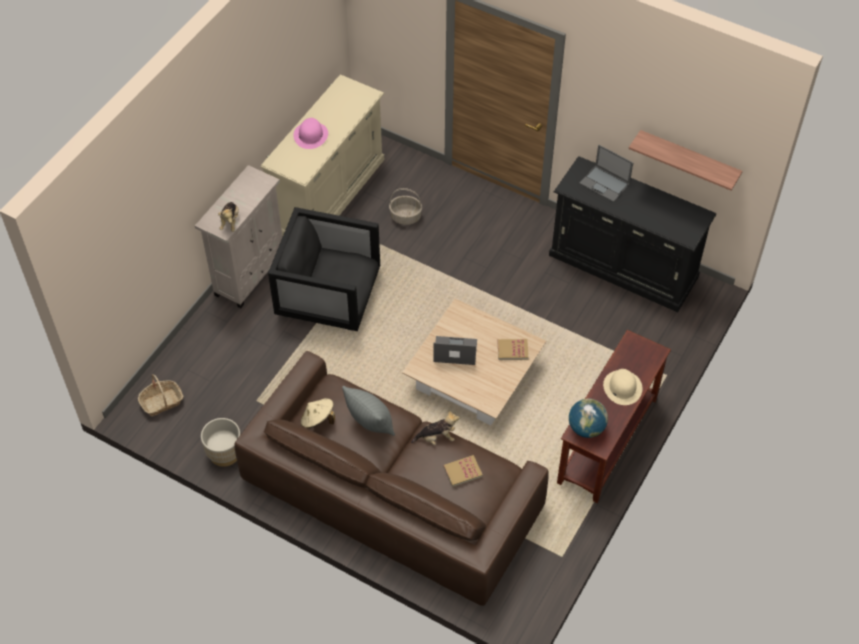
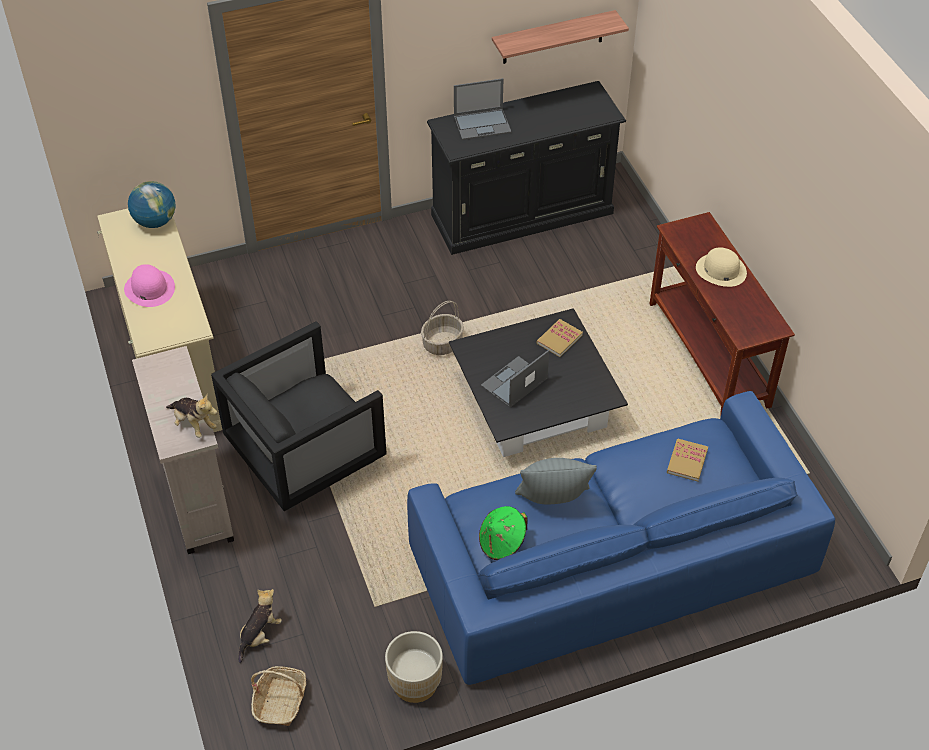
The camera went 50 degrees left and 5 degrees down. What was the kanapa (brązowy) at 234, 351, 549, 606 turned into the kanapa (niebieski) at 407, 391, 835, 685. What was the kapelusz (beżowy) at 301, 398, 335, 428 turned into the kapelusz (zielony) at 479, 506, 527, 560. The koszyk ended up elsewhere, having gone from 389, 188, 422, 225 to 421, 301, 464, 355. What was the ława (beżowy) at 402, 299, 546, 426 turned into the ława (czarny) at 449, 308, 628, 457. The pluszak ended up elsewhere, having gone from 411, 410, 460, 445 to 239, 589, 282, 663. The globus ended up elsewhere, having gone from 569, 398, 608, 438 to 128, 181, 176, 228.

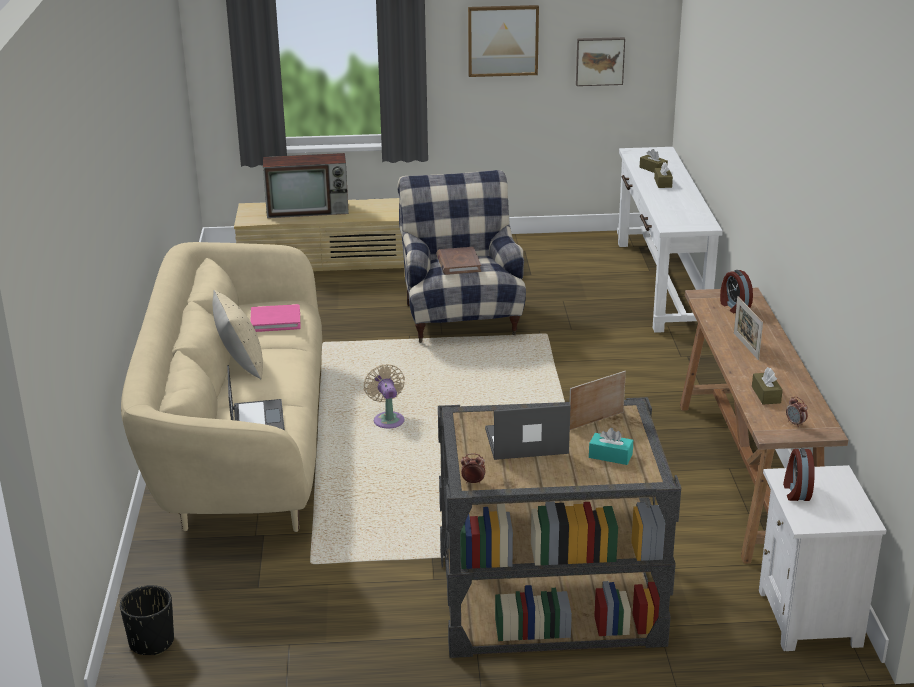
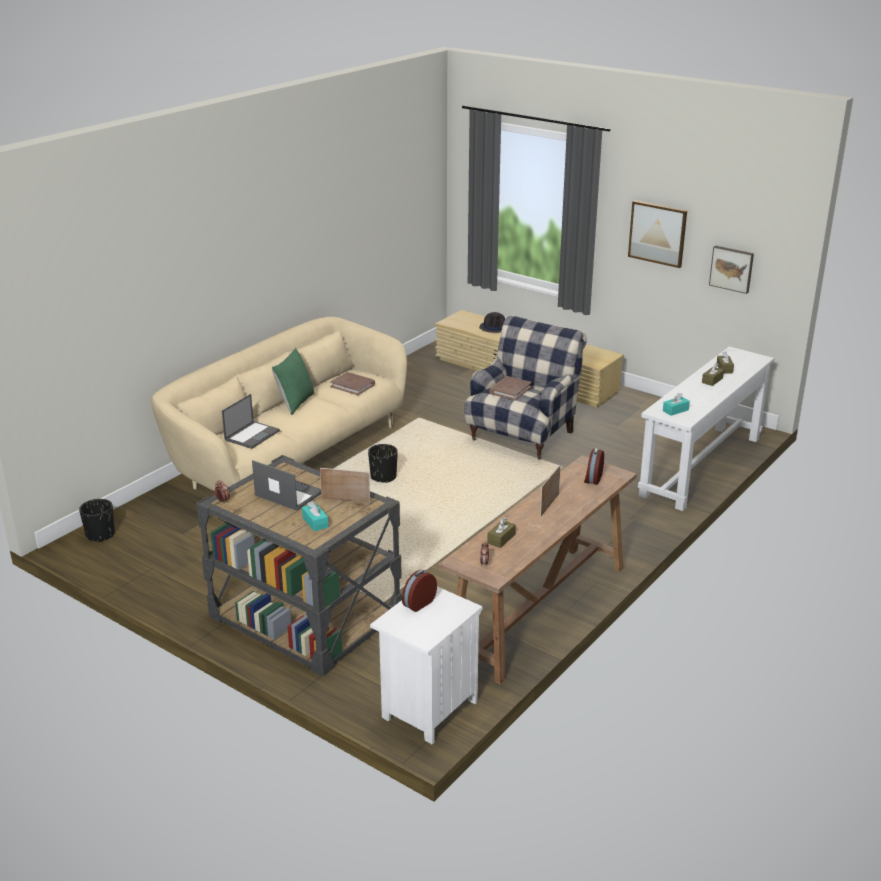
The camera went 40 degrees right and 0 degrees up. What was the poduszka (beżowy) at 213, 290, 263, 379 turned into the poduszka (zielony) at 272, 348, 314, 415. What was the książka (różowy) at 250, 304, 301, 332 turned into the książka (brązowy) at 330, 372, 375, 395. Where the telewizor stood at 263, 153, 349, 218, the kapelusz (czarny) came to stand at 479, 312, 505, 333. Where the wentylator (beżowy) stood at 364, 364, 405, 428, the donica (czarny) came to stand at 368, 444, 398, 483. The second view gained the pudełko chusteczek (turkusowy) at 663, 393, 690, 416.

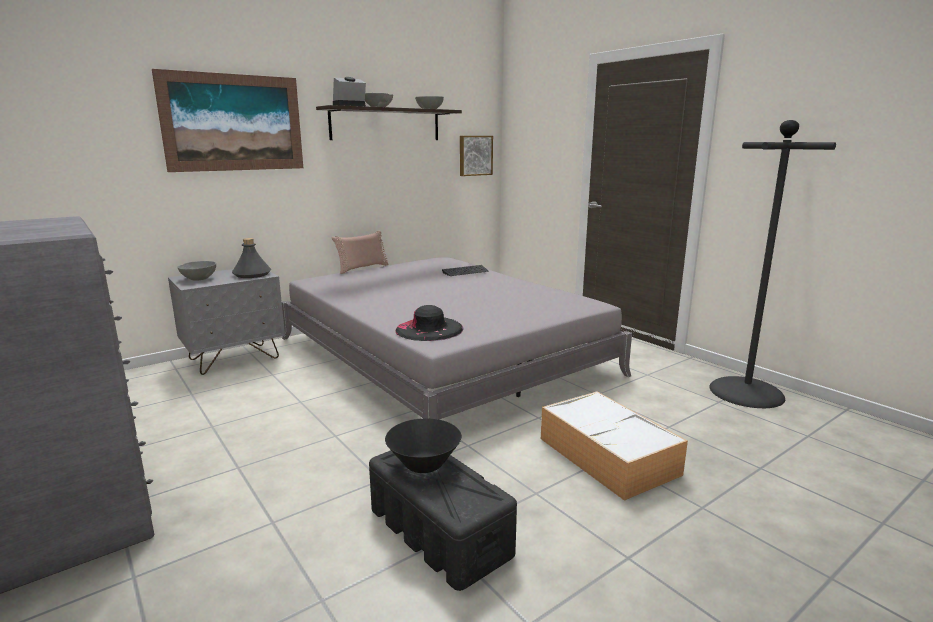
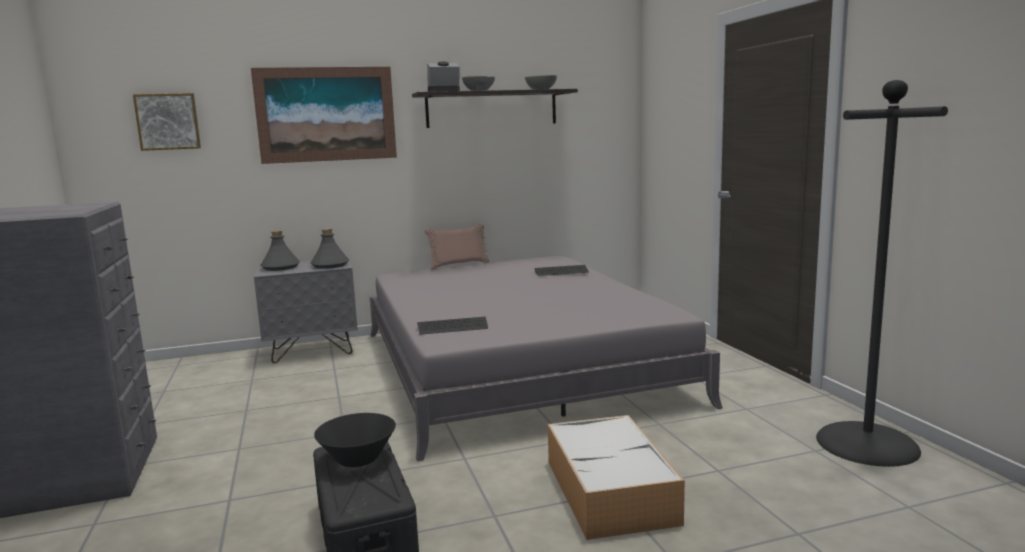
The camera went 20 degrees right and 5 degrees down. Where the miska (szary) stood at 177, 261, 216, 281, the butelka (szary) came to stand at 260, 230, 300, 271. Where the kapelusz (czarny) stood at 395, 305, 464, 341, the klawiatura came to stand at 417, 317, 488, 335. The obraz ended up elsewhere, having gone from 460, 136, 493, 176 to 133, 93, 201, 151.

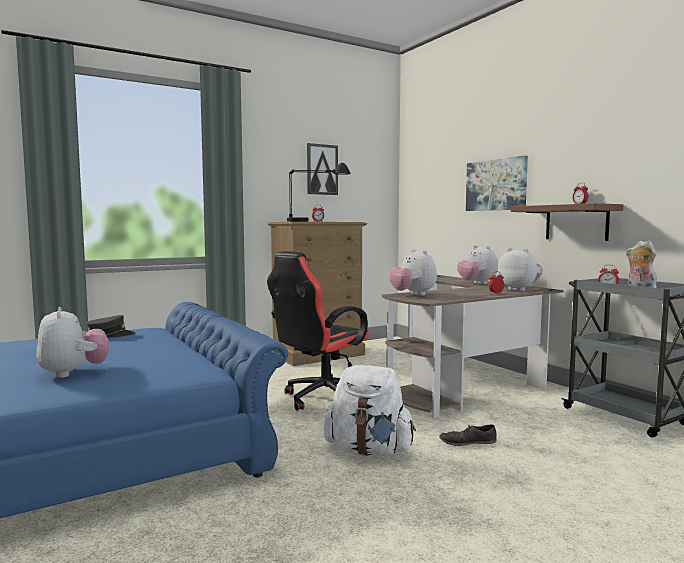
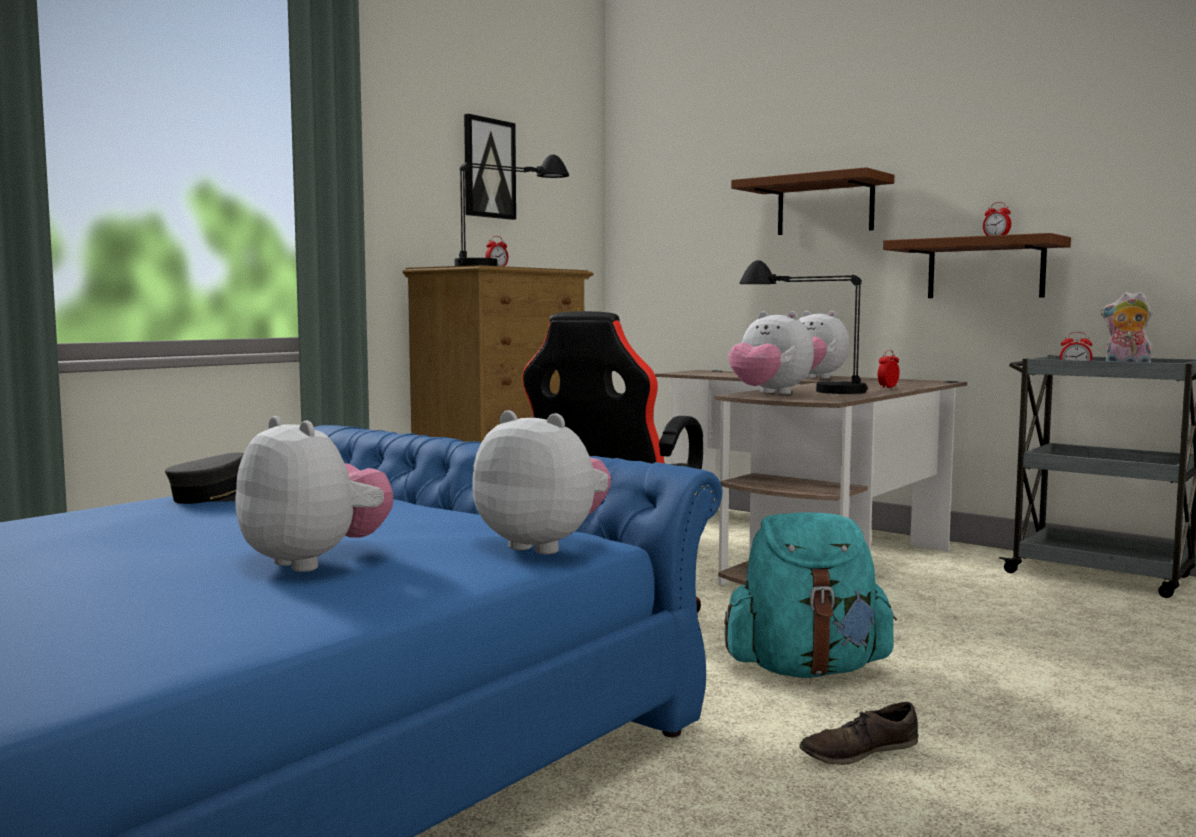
The camera went 20 degrees left and 0 degrees up. What was the plecak (biały) at 324, 365, 416, 456 turned into the plecak (turkusowy) at 724, 512, 897, 678. The but (brązowy) ended up elsewhere, having gone from 439, 424, 497, 446 to 799, 702, 919, 765. Where the obraz hung at 466, 156, 528, 211, the półka (brązowy) came to hang at 731, 167, 894, 235. The pluszak ended up elsewhere, having gone from 498, 248, 543, 291 to 472, 410, 611, 554. The second view gained the lampa stołowa (czarny) at 739, 260, 868, 394.

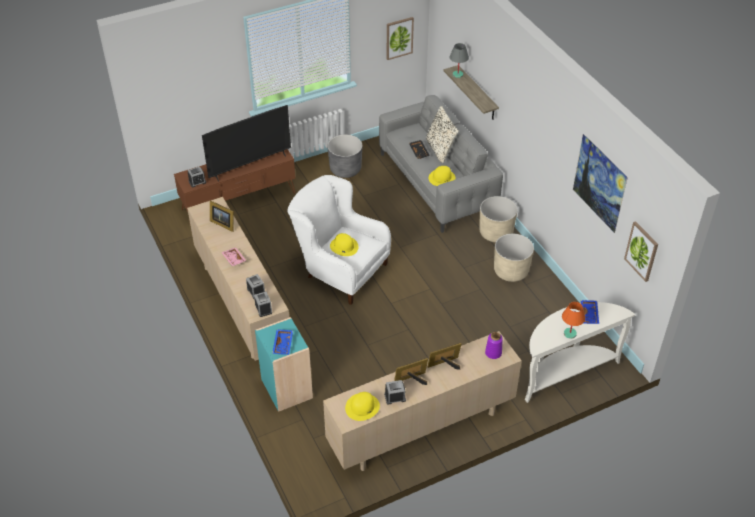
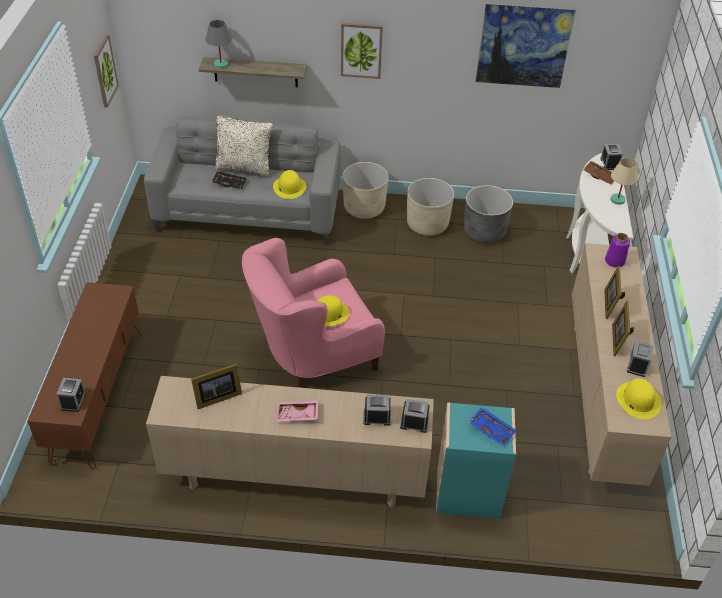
The camera went 60 degrees left and 0 degrees up. The second view lost the telewizor at 202, 105, 291, 182. What was the fotel (biały) at 287, 175, 391, 305 turned into the fotel (różowy) at 242, 238, 385, 388. The donica (szary) ended up elsewhere, having gone from 327, 135, 362, 178 to 464, 185, 513, 244. What was the lampa stołowa (pomarańczowy) at 562, 302, 585, 339 turned into the lampa stołowa (beżowy) at 611, 158, 638, 205. What was the taca (niebieski) at 581, 300, 599, 324 turned into the taca (brązowy) at 583, 161, 614, 185. The obraz ended up elsewhere, having gone from 624, 221, 658, 282 to 341, 23, 383, 79. The second view gained the budzik at 600, 144, 623, 170.

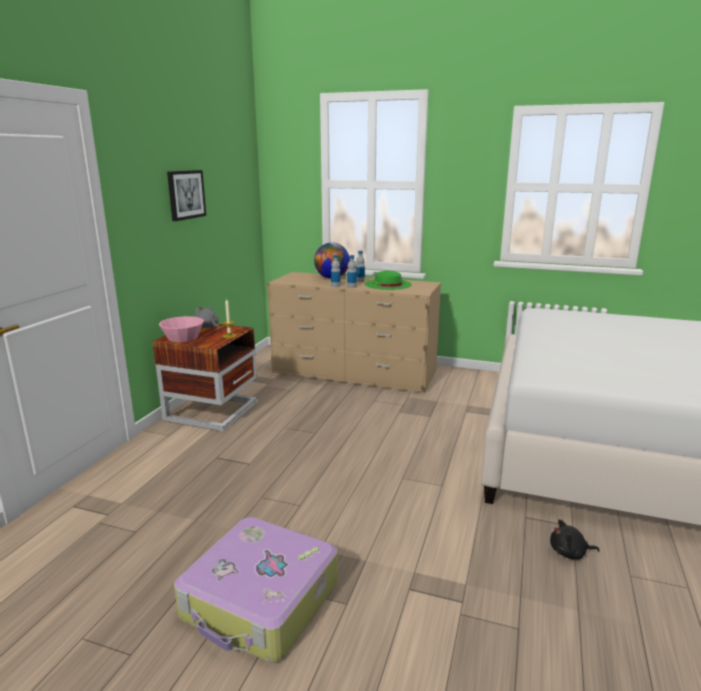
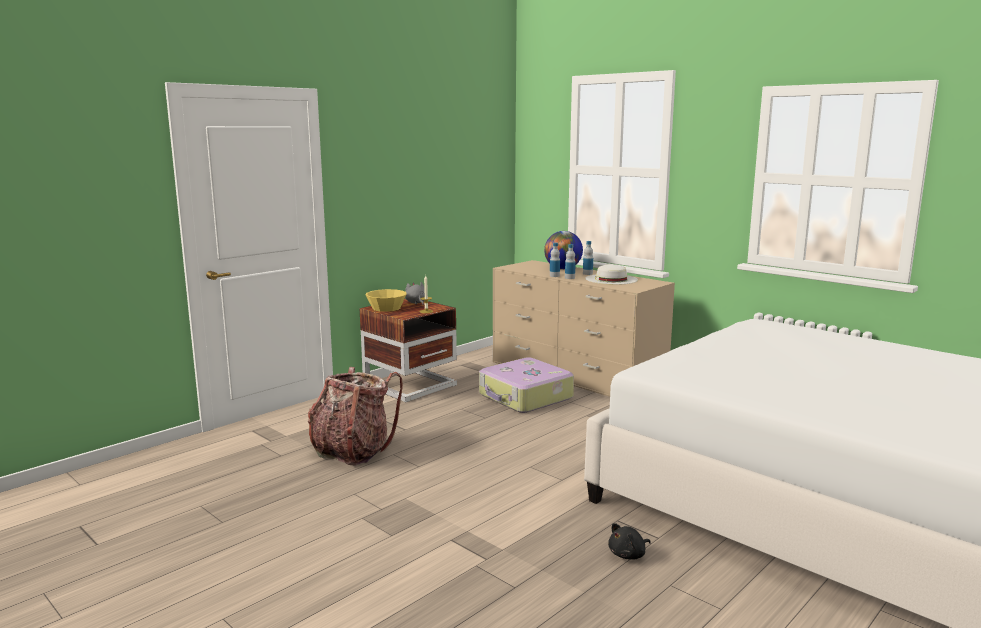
The camera went 25 degrees right and 5 degrees down. What was the miska (różowy) at 158, 316, 204, 342 turned into the miska (żółty) at 366, 289, 406, 312. The second view lost the obraz at 167, 170, 206, 221. The walizka ended up elsewhere, having gone from 174, 517, 338, 663 to 479, 357, 574, 413. What was the kapelusz (zielony) at 365, 271, 412, 290 turned into the kapelusz (biały) at 585, 265, 638, 285. The pluszak (czarny) at 550, 519, 600, 560 ended up facing another way, 60 degrees counterclockwise from before. The second view gained the plecak at 308, 367, 403, 466.

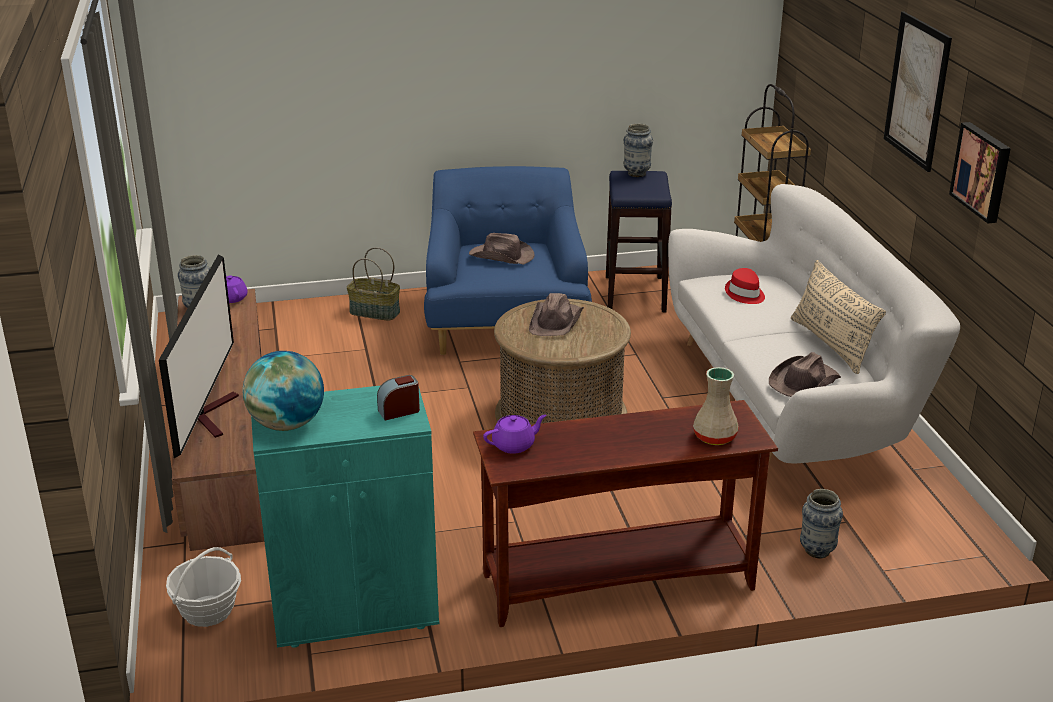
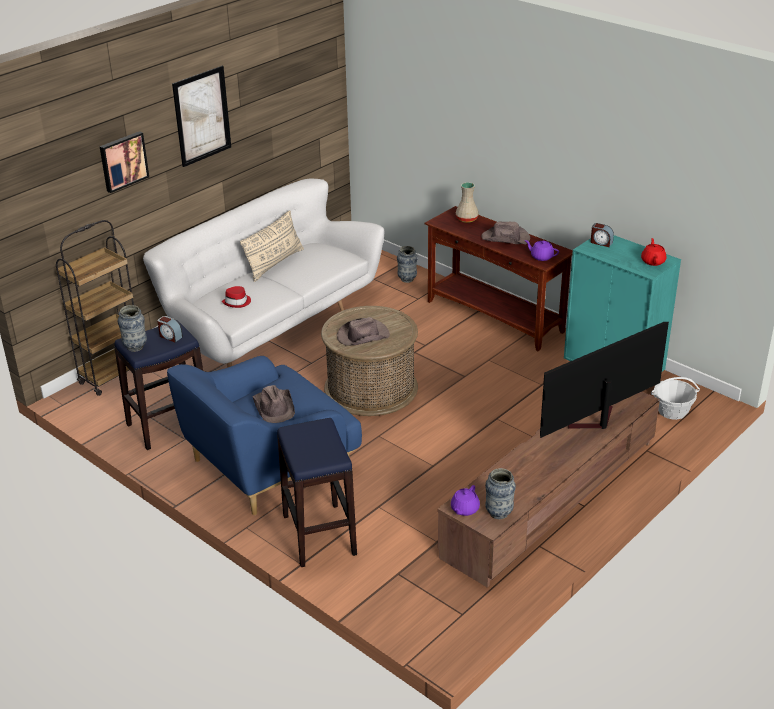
The camera went 125 degrees left and 5 degrees up. Where the globus stood at 243, 351, 324, 431, the imbryk (czerwony) came to stand at 641, 238, 666, 266. Where the koszyk stood at 347, 247, 400, 320, the stołek came to stand at 277, 418, 357, 567. The kapelusz (brązowy) ended up elsewhere, having gone from 769, 352, 841, 397 to 481, 222, 530, 244. The obraz ended up elsewhere, having gone from 949, 122, 1011, 223 to 99, 131, 149, 193. The second view gained the budzik at 157, 316, 183, 342.

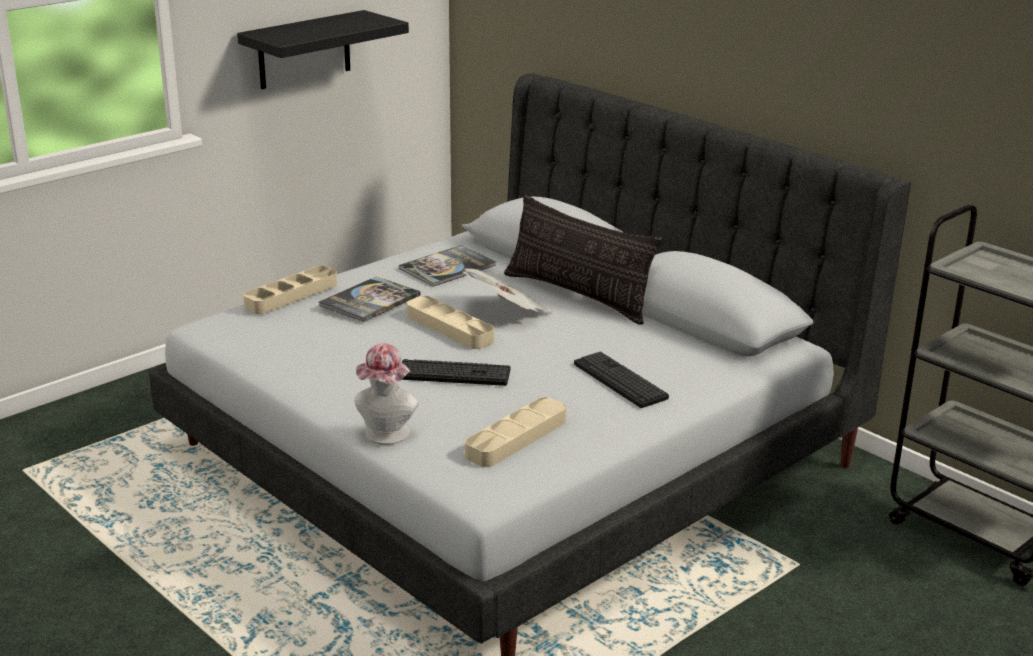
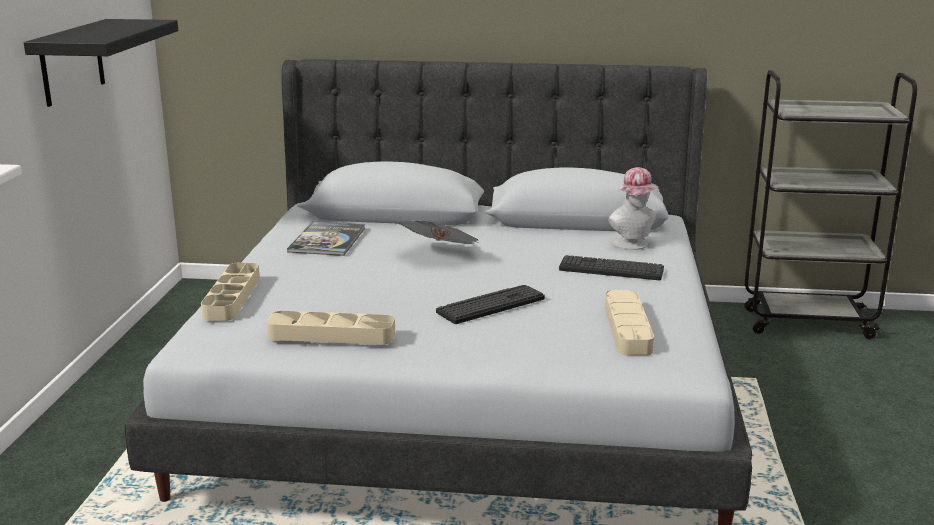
The camera went 40 degrees left and 5 degrees down. The second view lost the książka at 319, 277, 421, 322. The kapelusz ended up elsewhere, having gone from 354, 343, 418, 445 to 608, 167, 659, 250. The taca (beżowy) ended up elsewhere, having gone from 407, 296, 494, 349 to 267, 311, 395, 345. The second view lost the poduszka at 504, 195, 663, 325.

